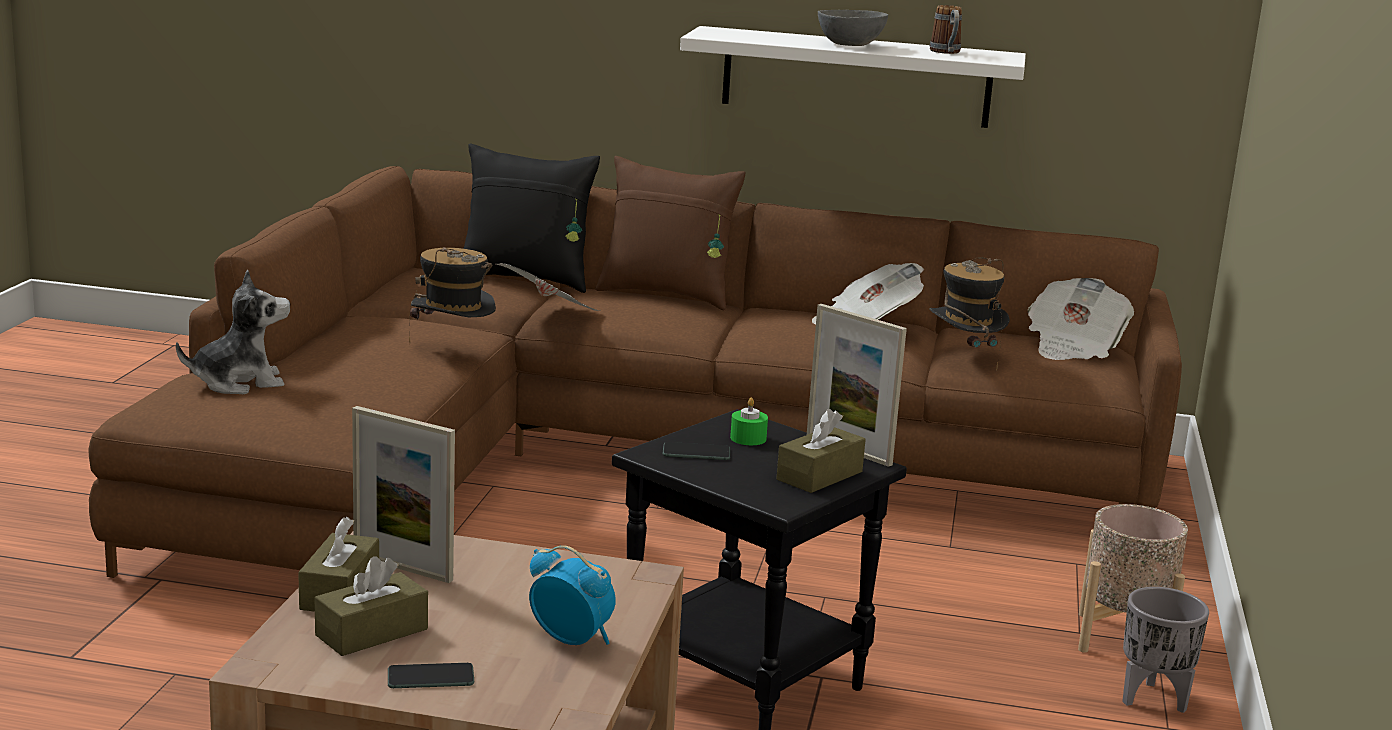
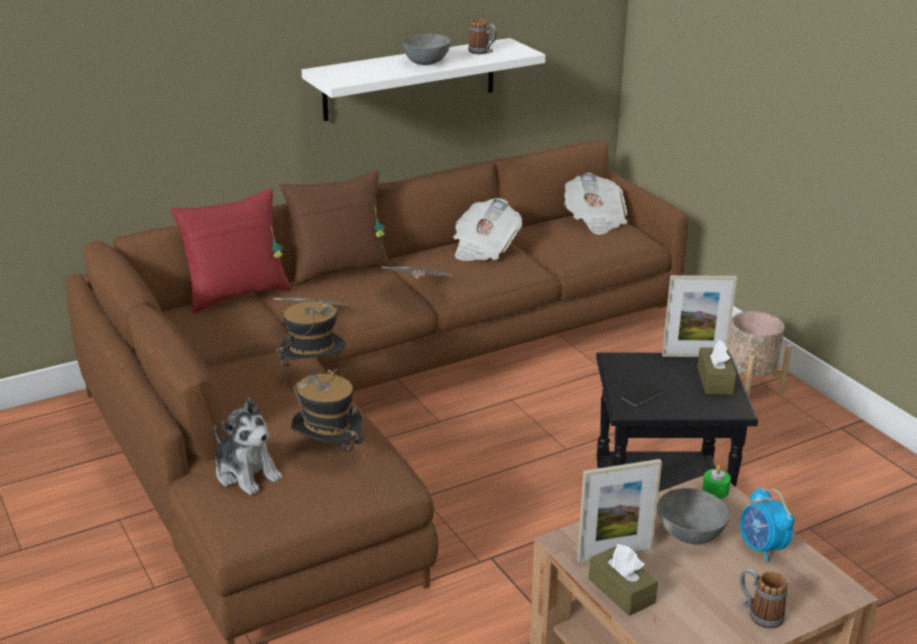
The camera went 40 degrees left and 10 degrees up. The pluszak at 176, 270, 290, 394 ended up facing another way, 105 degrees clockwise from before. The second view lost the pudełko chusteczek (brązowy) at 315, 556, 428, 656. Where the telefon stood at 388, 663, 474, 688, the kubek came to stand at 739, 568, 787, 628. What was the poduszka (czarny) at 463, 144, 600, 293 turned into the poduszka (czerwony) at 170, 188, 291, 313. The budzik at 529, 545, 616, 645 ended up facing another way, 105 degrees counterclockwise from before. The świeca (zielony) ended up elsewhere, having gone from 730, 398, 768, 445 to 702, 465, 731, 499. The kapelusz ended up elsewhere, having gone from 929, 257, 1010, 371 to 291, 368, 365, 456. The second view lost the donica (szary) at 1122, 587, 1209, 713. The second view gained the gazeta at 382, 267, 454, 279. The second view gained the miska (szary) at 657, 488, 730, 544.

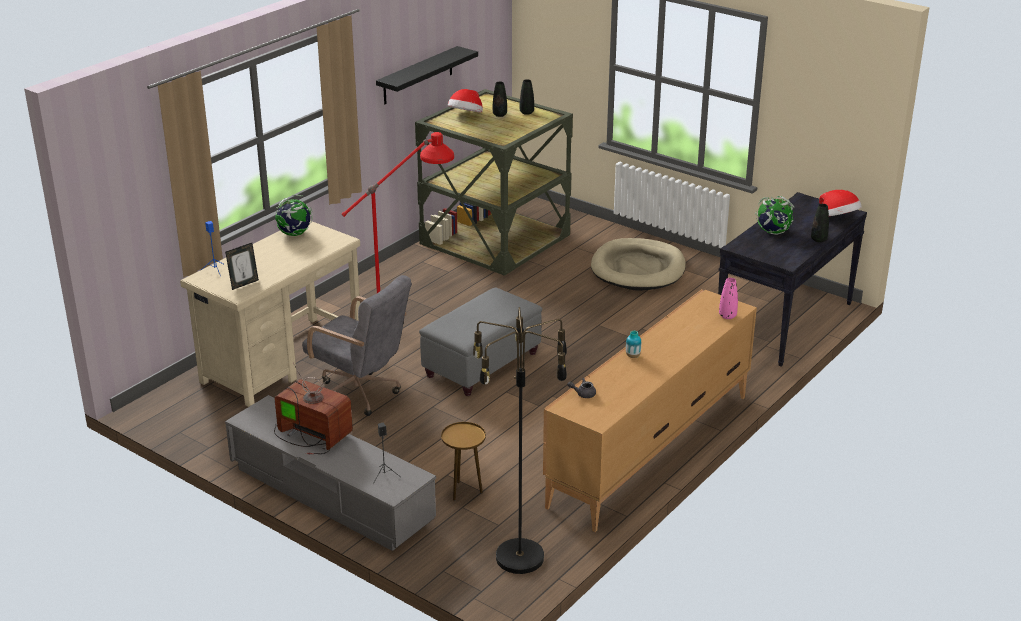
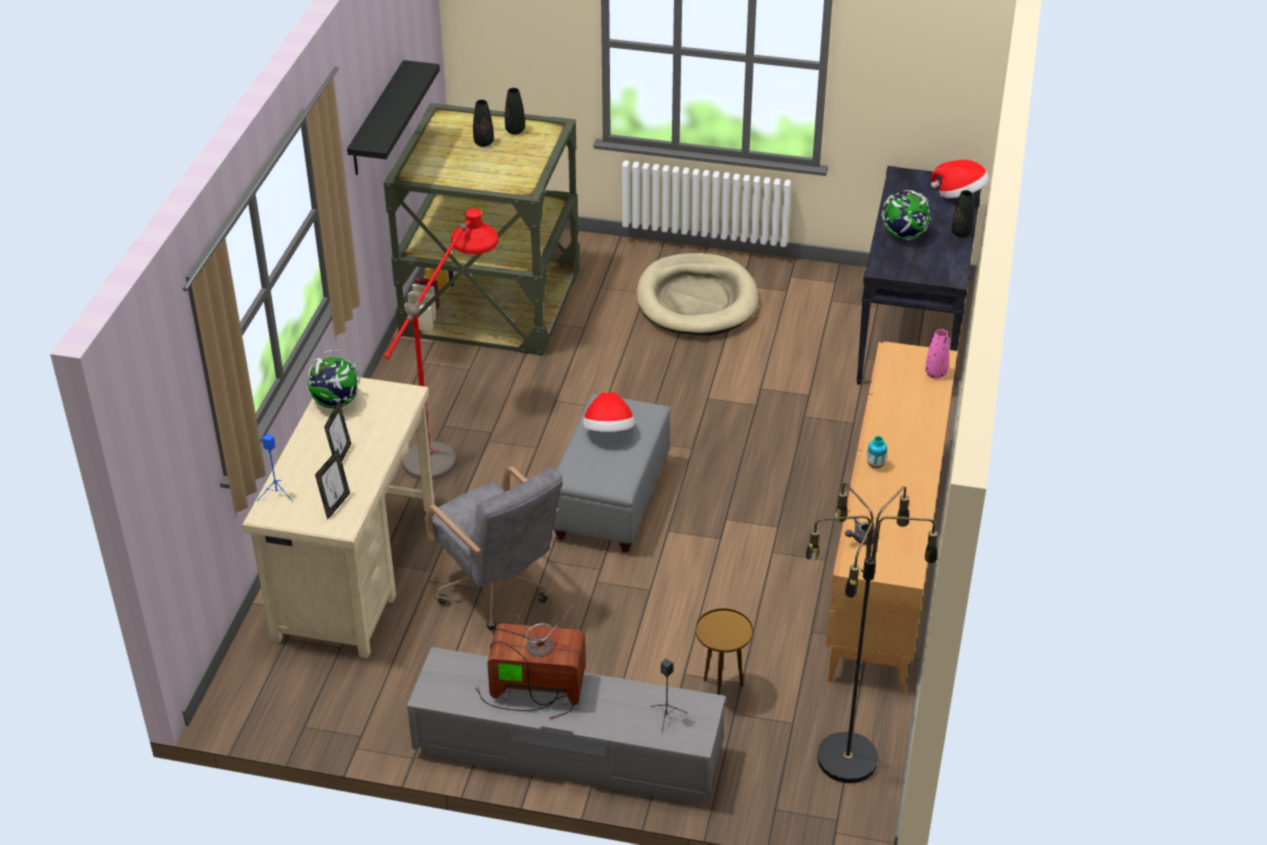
The camera went 25 degrees left and 10 degrees up. The krzesło biurowe (szary) at 302, 275, 412, 416 ended up facing another way, 45 degrees clockwise from before. The kapelusz ended up elsewhere, having gone from 448, 89, 483, 113 to 583, 392, 635, 432. The second view gained the ramka na zdjęcie at 324, 401, 351, 461.

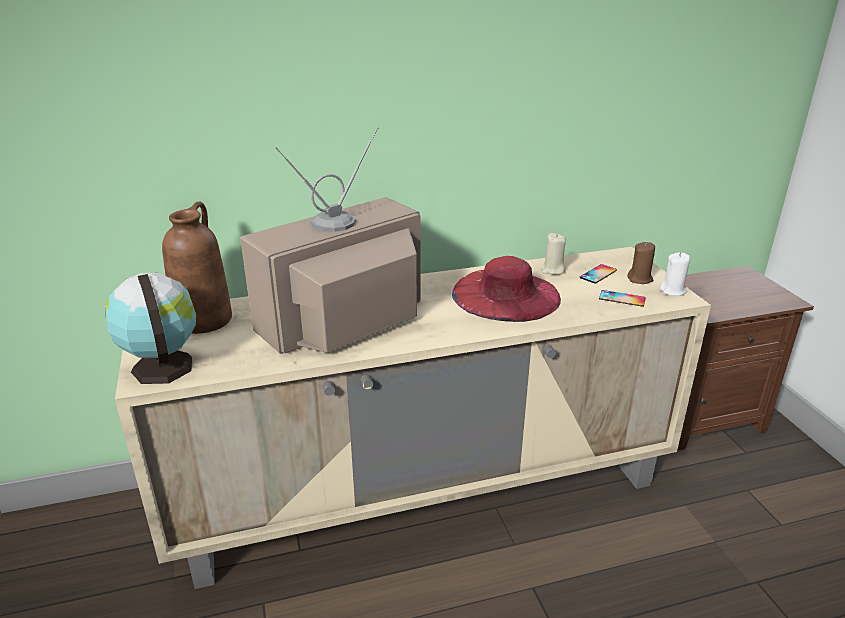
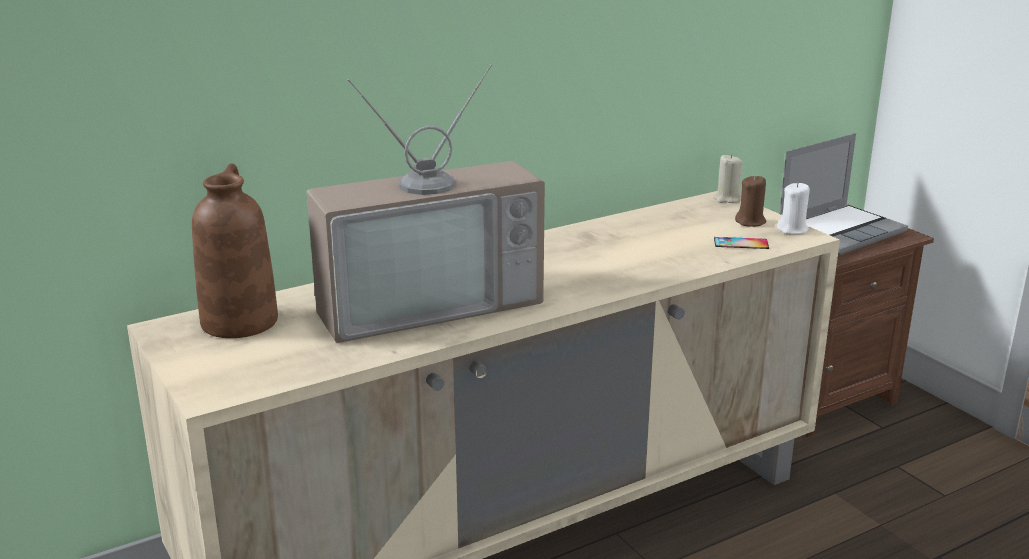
The camera went 15 degrees left and 5 degrees down. The second view lost the globus at 105, 273, 196, 384. The telewizor at 240, 126, 421, 354 ended up facing another way, 150 degrees counterclockwise from before. The second view lost the kapelusz (czerwony) at 452, 256, 561, 322. The świeca (beżowy) ended up elsewhere, having gone from 541, 233, 566, 275 to 713, 154, 743, 203. The second view lost the telefon at 580, 264, 617, 284. The second view gained the laptop at 779, 133, 908, 255.

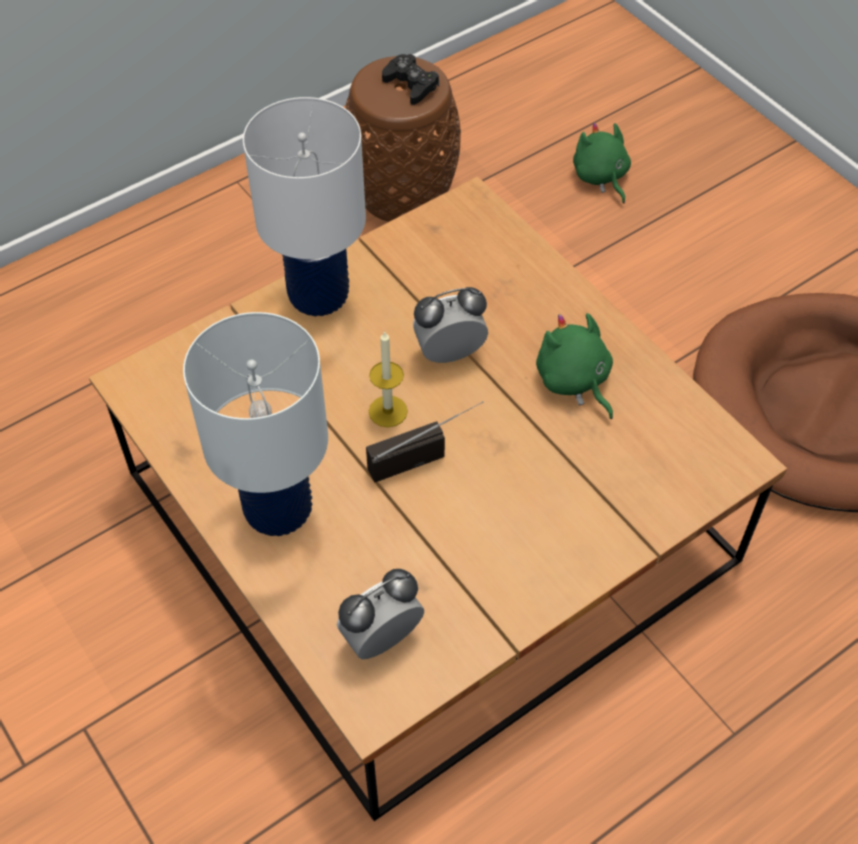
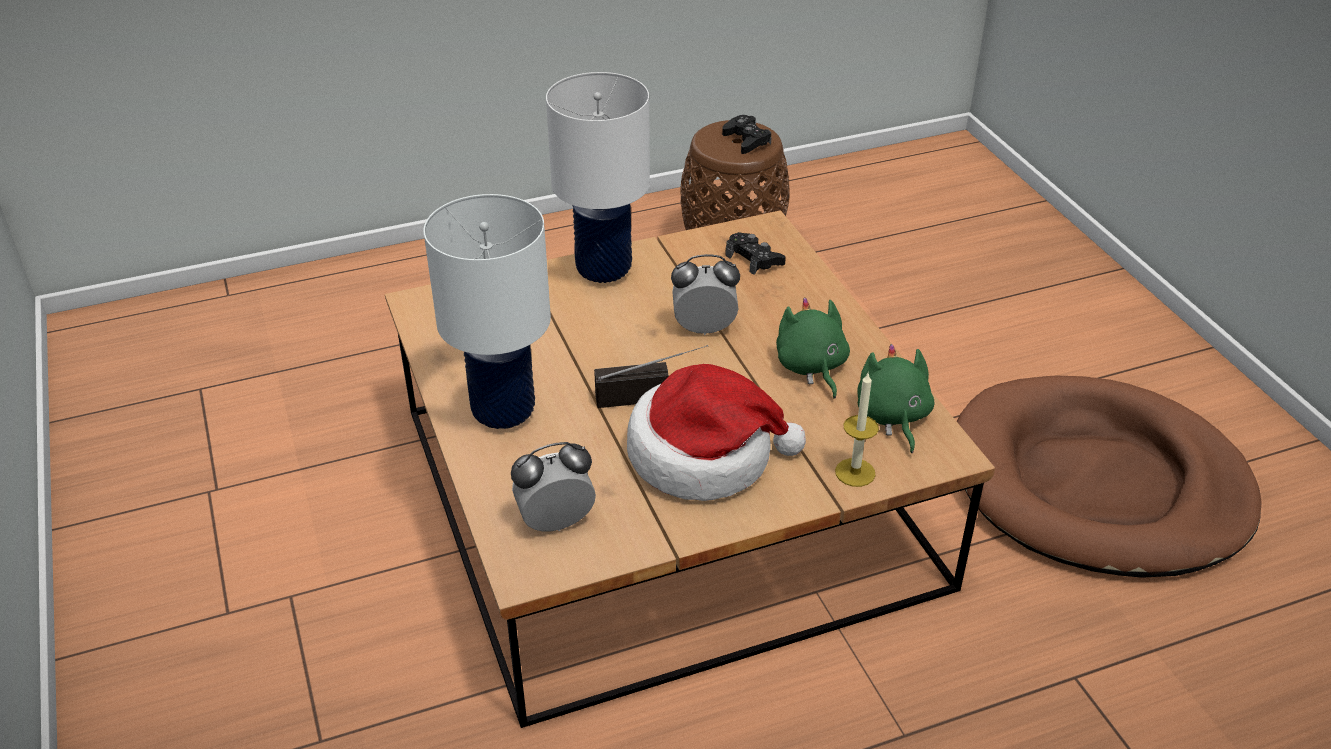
The camera went 15 degrees right and 15 degrees down. The świeca ended up elsewhere, having gone from 369, 330, 408, 427 to 835, 373, 879, 487. The pluszak (zielony) ended up elsewhere, having gone from 573, 122, 631, 203 to 857, 344, 934, 453. The second view gained the kapelusz at 627, 364, 806, 501. The second view gained the pad do gier (czarny) at 725, 232, 786, 275.

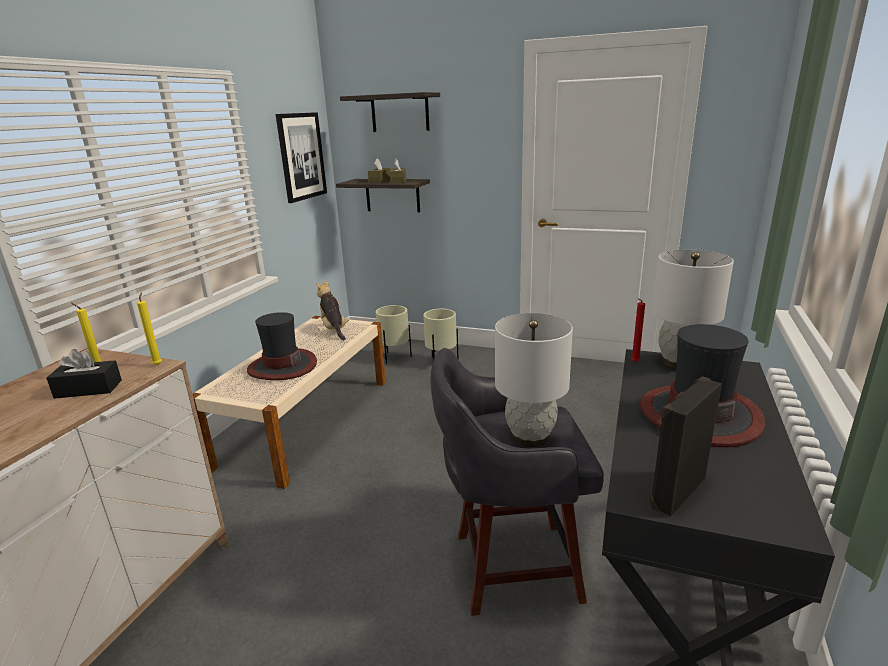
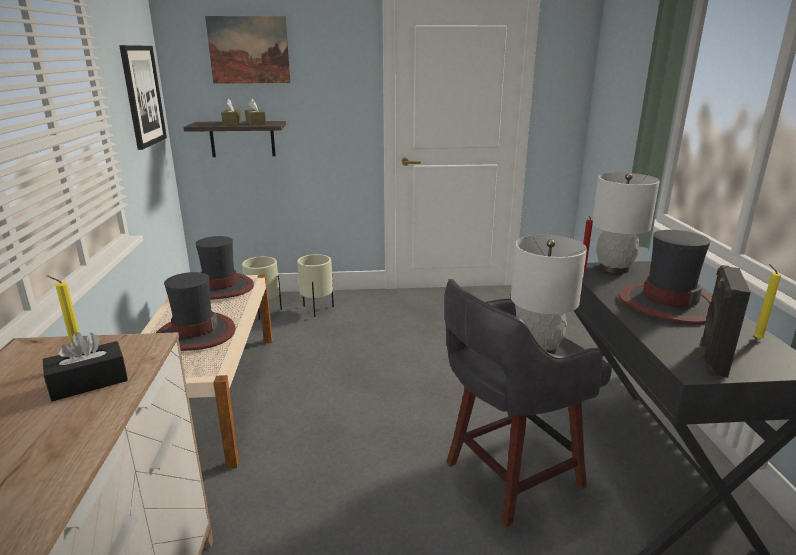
The camera went 25 degrees left and 0 degrees up. The świeca (żółty) ended up elsewhere, having gone from 137, 292, 162, 365 to 753, 264, 781, 339. Where the pluszak stood at 316, 280, 349, 341, the kapelusz came to stand at 195, 236, 254, 300. Where the półka hung at 340, 92, 440, 132, the obraz came to hang at 205, 16, 291, 84.

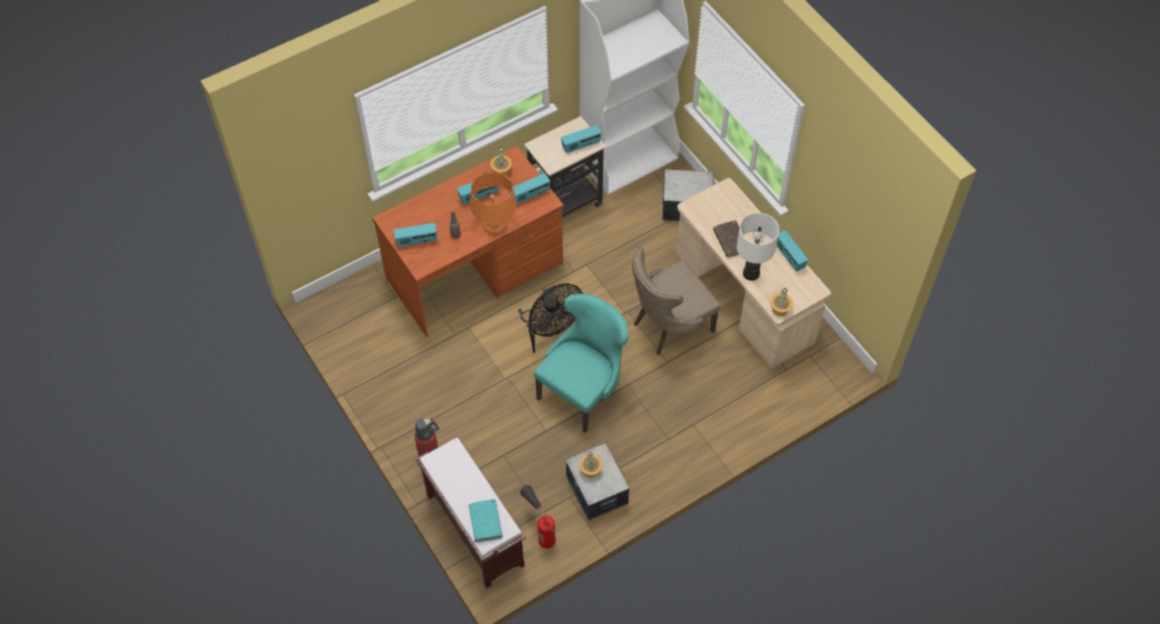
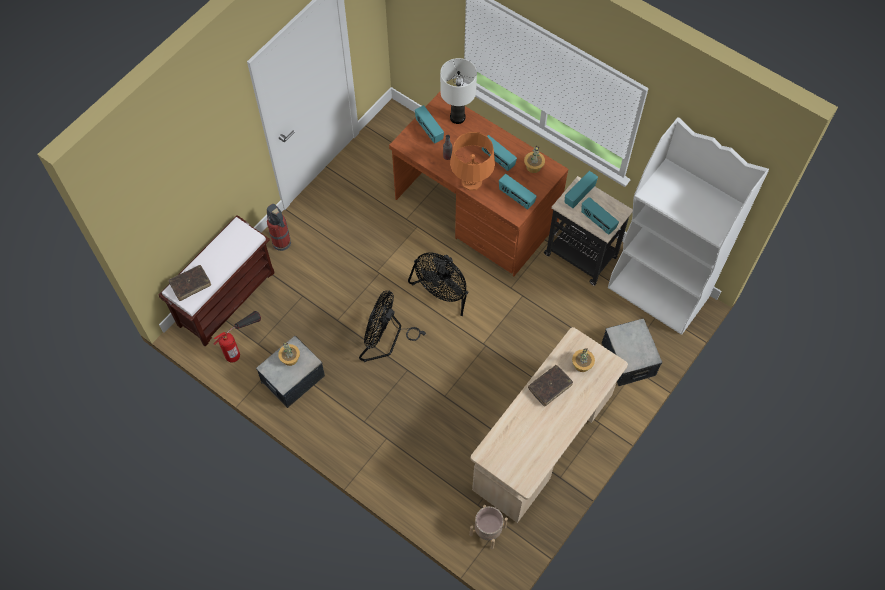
The camera went 70 degrees right and 5 degrees up. What was the książka (turkusowy) at 469, 499, 502, 542 turned into the książka (brązowy) at 168, 265, 211, 301. Where the krzesło (turkusowy) stood at 534, 294, 628, 433, the wentylator (czarny) came to stand at 359, 290, 426, 362. The second view lost the krzesło (beżowy) at 632, 247, 720, 355. The lampa stołowa (biały) ended up elsewhere, having gone from 737, 213, 779, 281 to 440, 58, 477, 124. The roślina doniczkowa ended up elsewhere, having gone from 770, 287, 793, 316 to 572, 348, 595, 372. The radio ended up elsewhere, having gone from 776, 230, 808, 271 to 565, 171, 598, 208. The second view gained the donica (beżowy) at 470, 505, 508, 549.

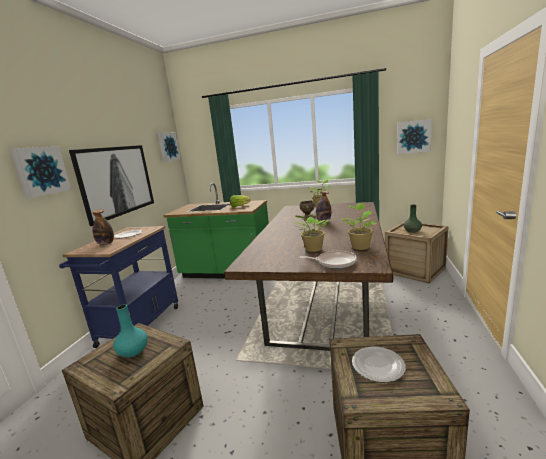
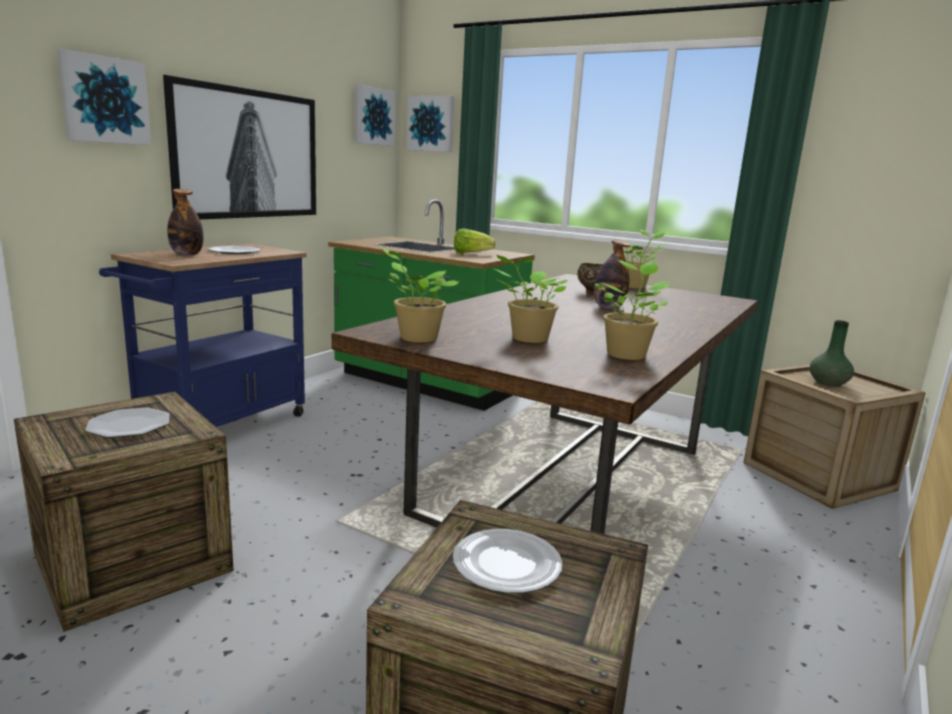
The camera went 15 degrees right and 0 degrees up. Where the wazon (turkusowy) stood at 113, 304, 148, 357, the talerz came to stand at 85, 408, 170, 438. The second view lost the patelnia at 298, 251, 357, 269. The obraz ended up elsewhere, having gone from 397, 119, 432, 154 to 407, 96, 454, 152. The second view gained the roślina doniczkowa at 380, 247, 459, 343.

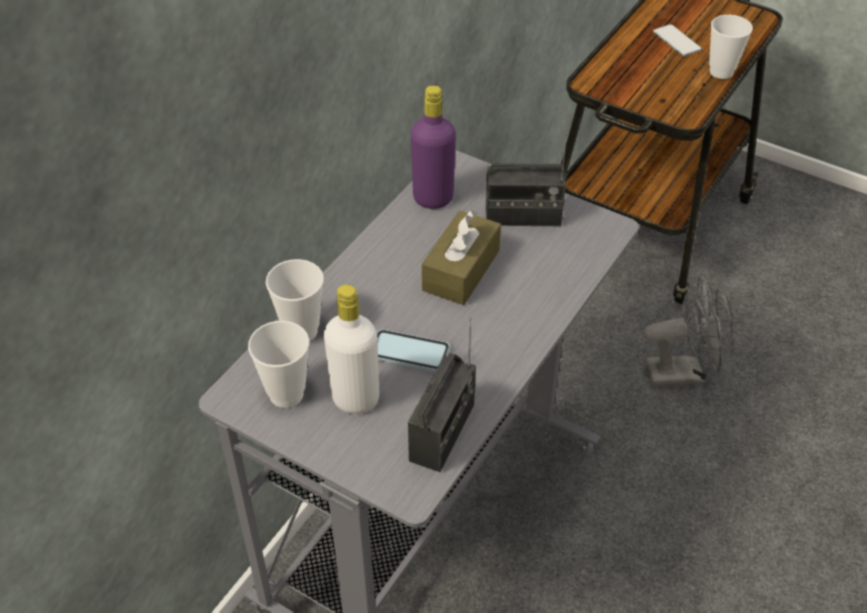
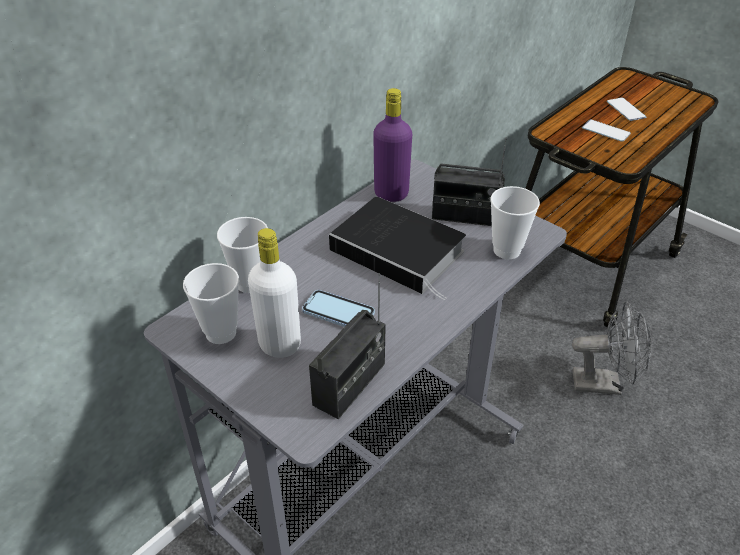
The camera went 10 degrees right and 5 degrees down. Where the pudełko chusteczek (brązowy) stood at 422, 210, 501, 305, the książka came to stand at 329, 197, 466, 300. The filiżanka ended up elsewhere, having gone from 709, 15, 753, 79 to 490, 186, 540, 259. The second view gained the telefon at 582, 119, 631, 142.

